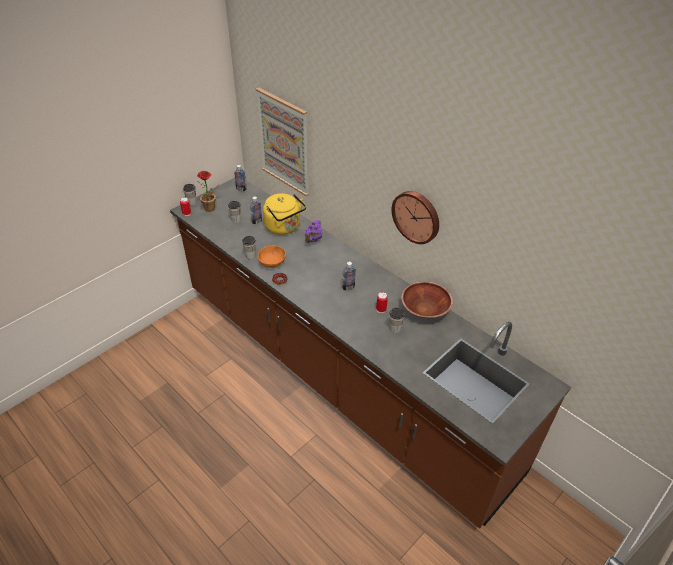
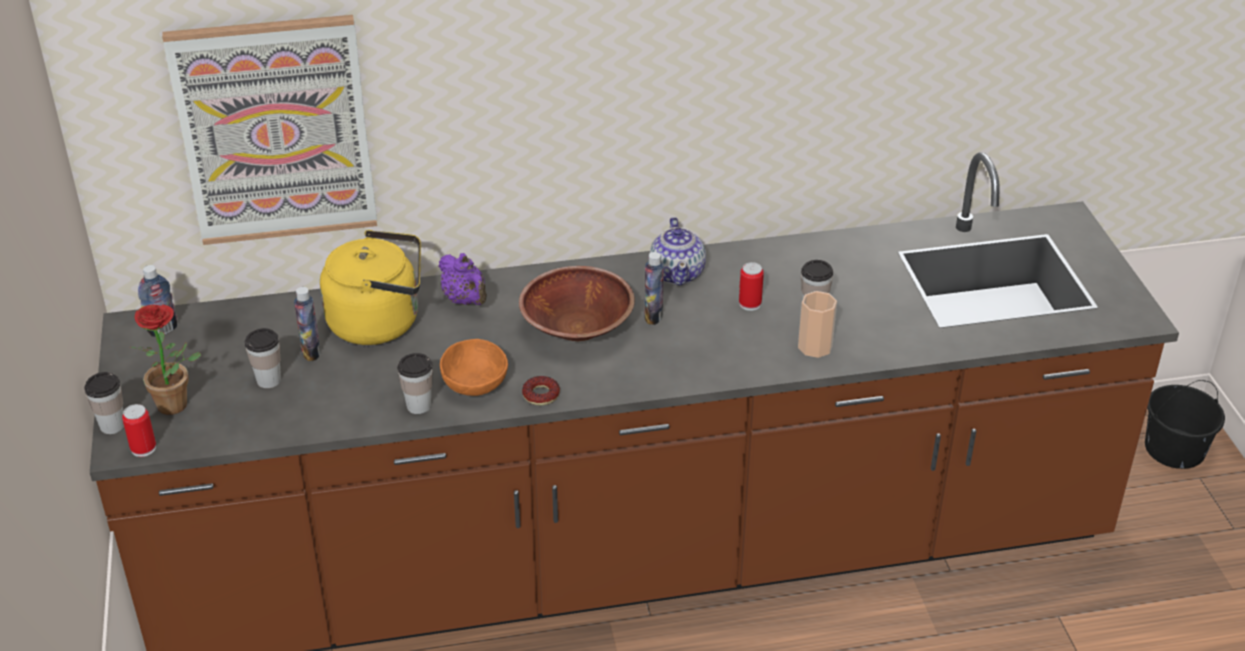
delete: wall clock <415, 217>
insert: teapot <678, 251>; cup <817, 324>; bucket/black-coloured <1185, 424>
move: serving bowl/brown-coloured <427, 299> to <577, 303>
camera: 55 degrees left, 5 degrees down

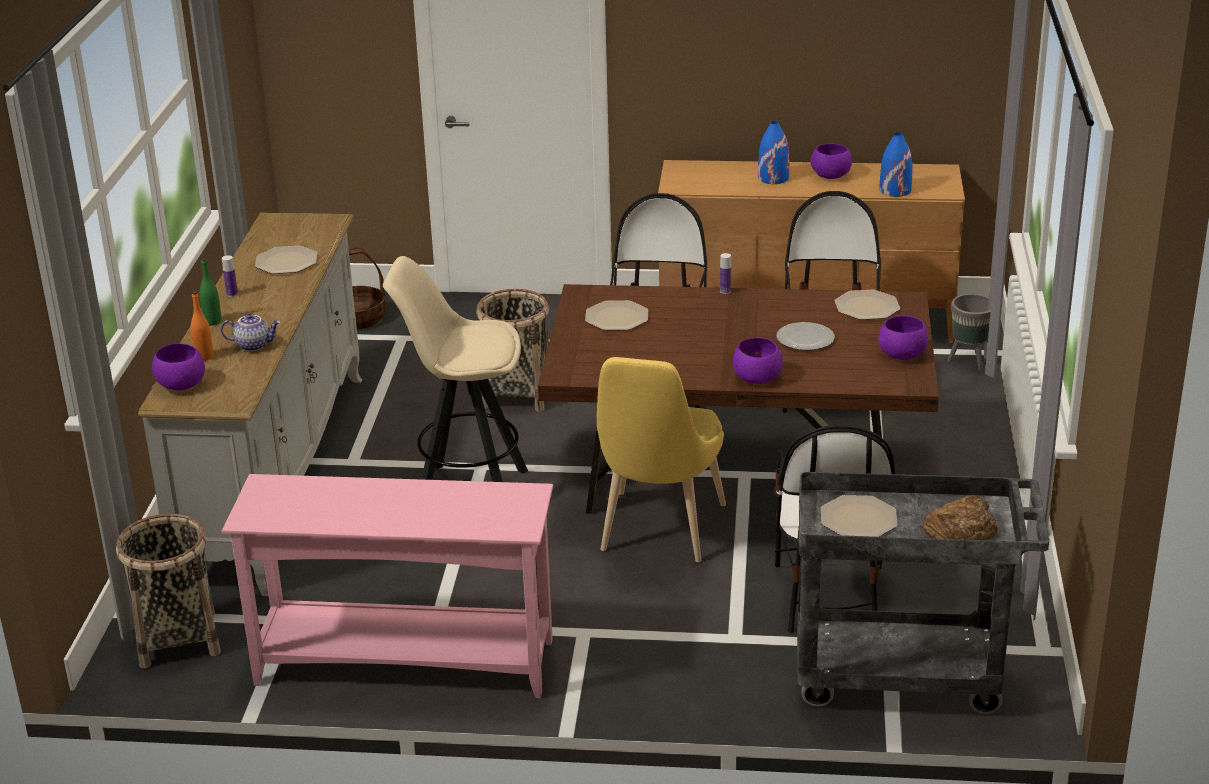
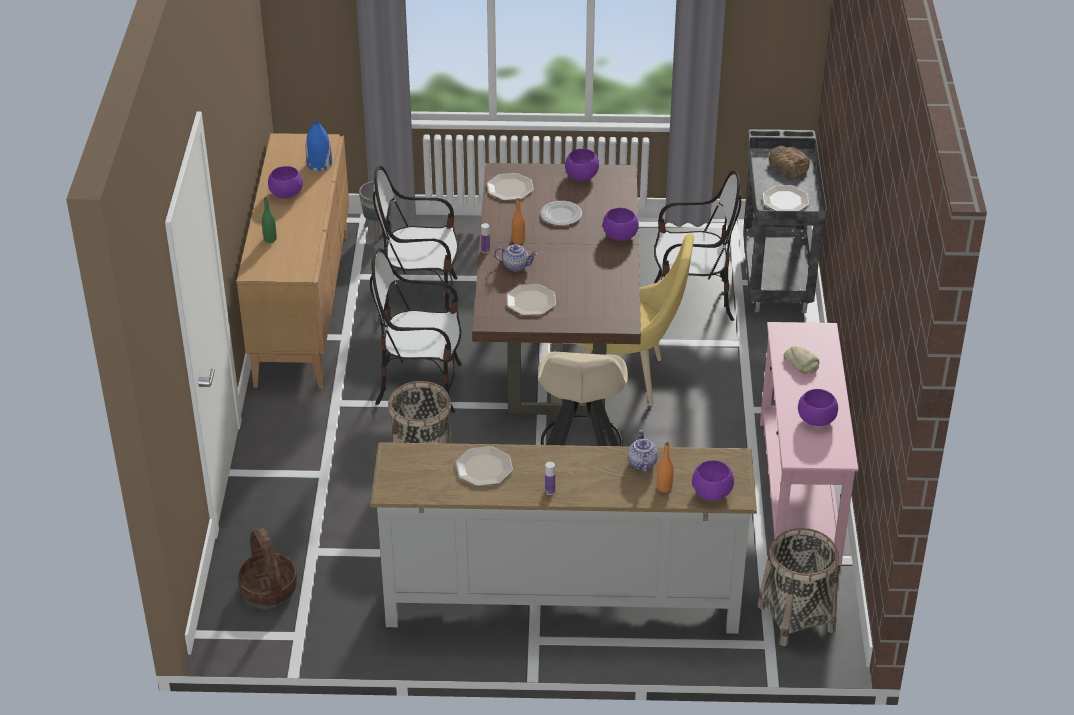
delete: vase/blue <773, 152>
insert: beverage bottle/orange <518, 221>; teapot <516, 258>; baked bread <801, 360>; serving bowl/purple <818, 407>
move: beverage bottle/greenish <210, 291> to <269, 220>
camera: 95 degrees left, 10 degrees up

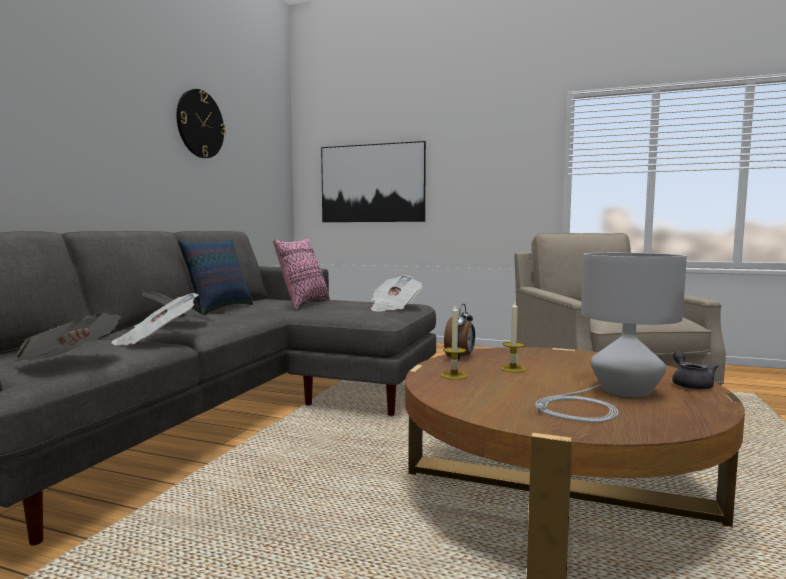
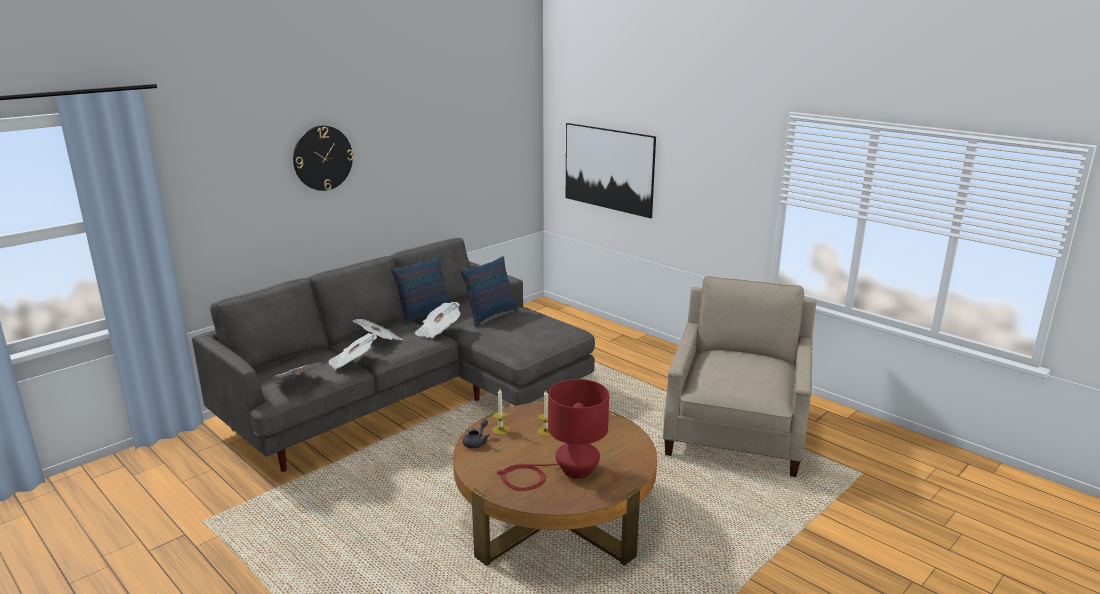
delete: bedside clock <459, 332>
move: wall clock <201, 123> to <323, 158>; daily paper <397, 293> to <437, 320>; teapot/gray <695, 370> to <476, 433>
recolor: throw pillow/pink <301, 275> to throw pillow/blue <489, 291>; table lamp/gray <611, 338> to table lamp/red <553, 435>
camera: 25 degrees right, 15 degrees up

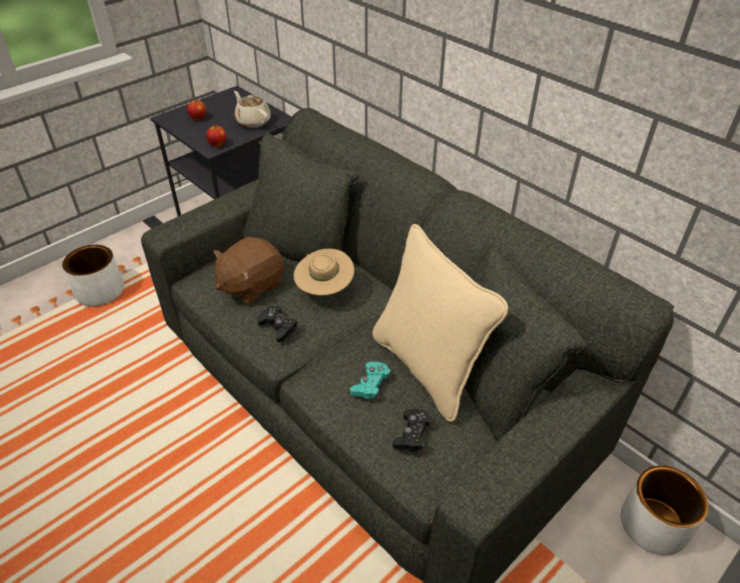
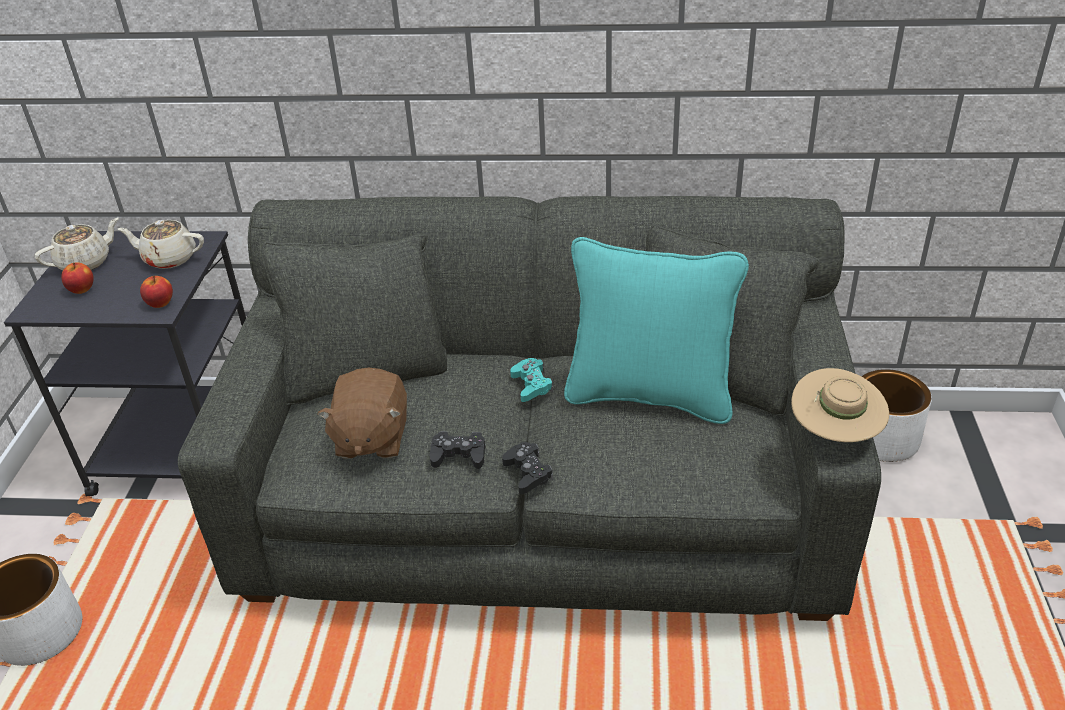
insert: teapot/sand-coloured <77, 244>
move: hat/sand-coloured <323, 272> to <840, 405>; gamepad/blue-green <370, 382> to <531, 380>; gamepad/black-coloured <412, 431> to <527, 468>
recolor: throw pillow/sand-coloured <440, 323> to throw pillow/blue-green <656, 330>
camera: 40 degrees left, 5 degrees down

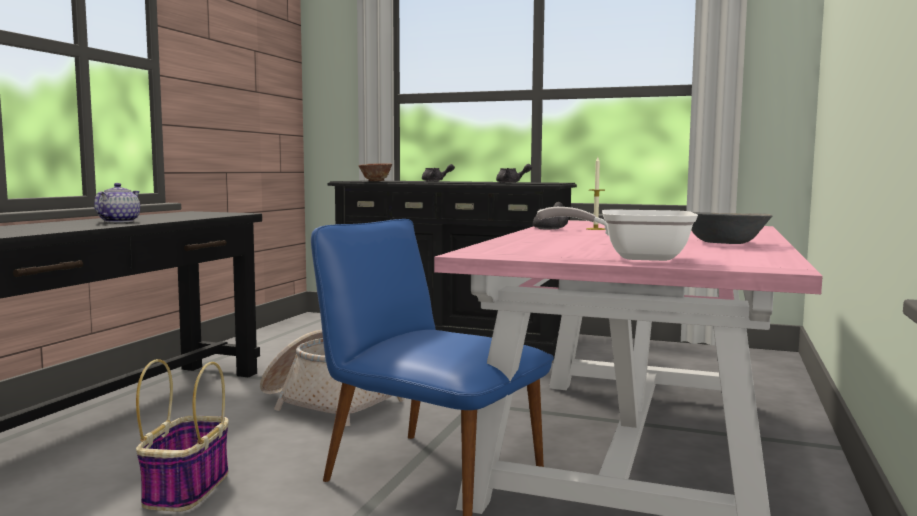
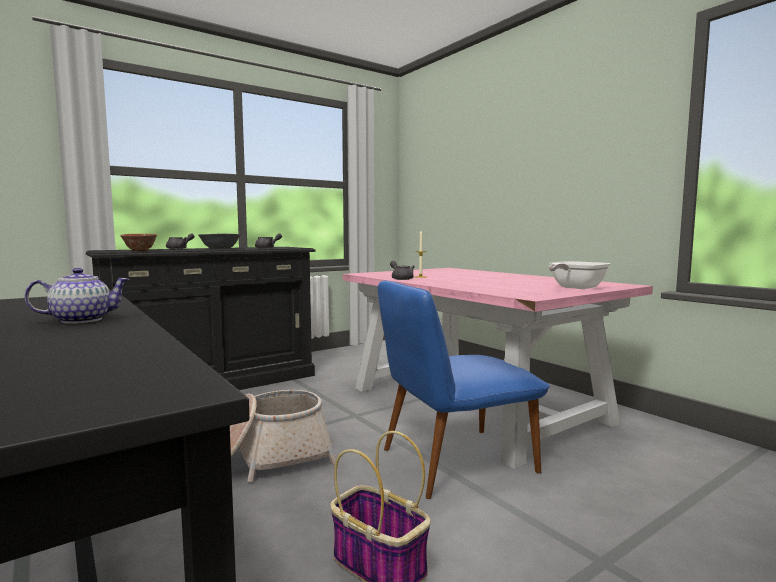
move: serving bowl/gray <731, 228> to <219, 241>
rotate: teapot <117, 203> = <77, 296> 105 degrees clockwise
camera: 55 degrees left, 0 degrees up

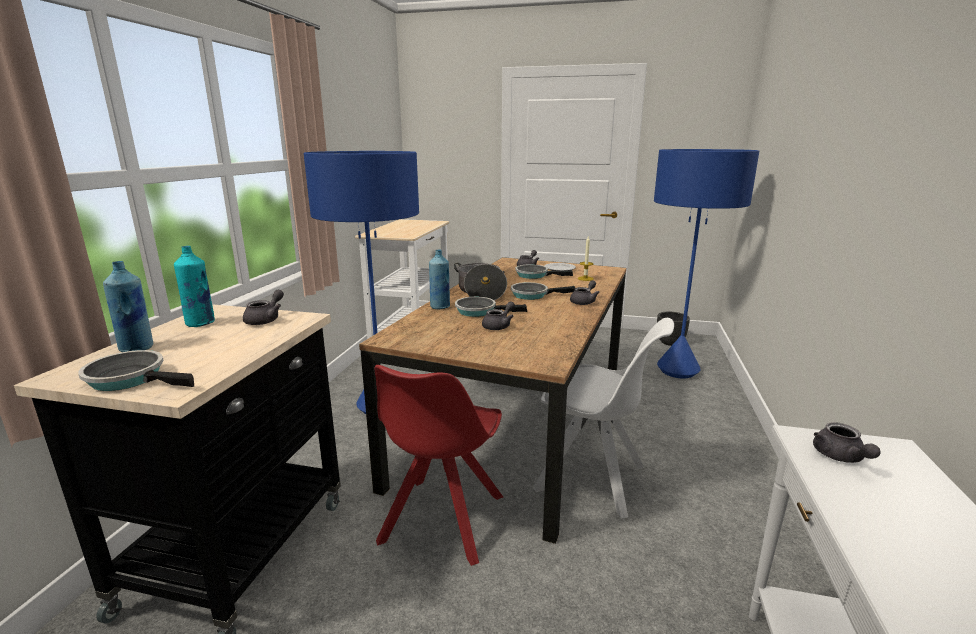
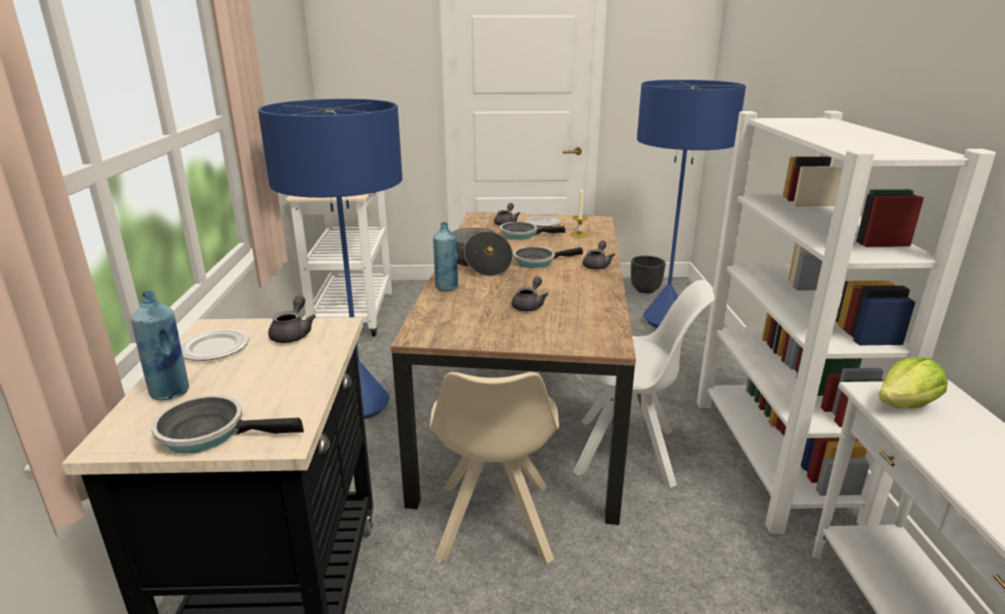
delete: skillet <491, 307>
insert: shelving unit/whitish <846, 322>
replace: beverage bottle/blue-green <194, 286> to flat dish <215, 345>; teapot/gray <847, 442> to lettuce <912, 383>
recolor: upright chair/red <439, 465> to upright chair/sand-coloured <494, 468>
camera: 15 degrees left, 5 degrees up

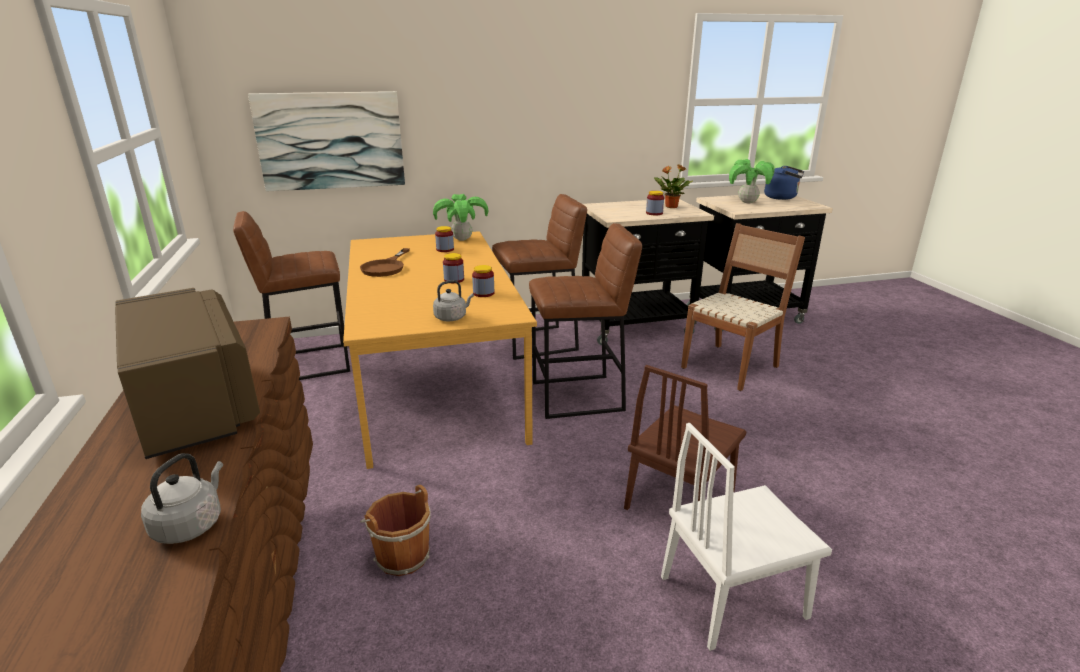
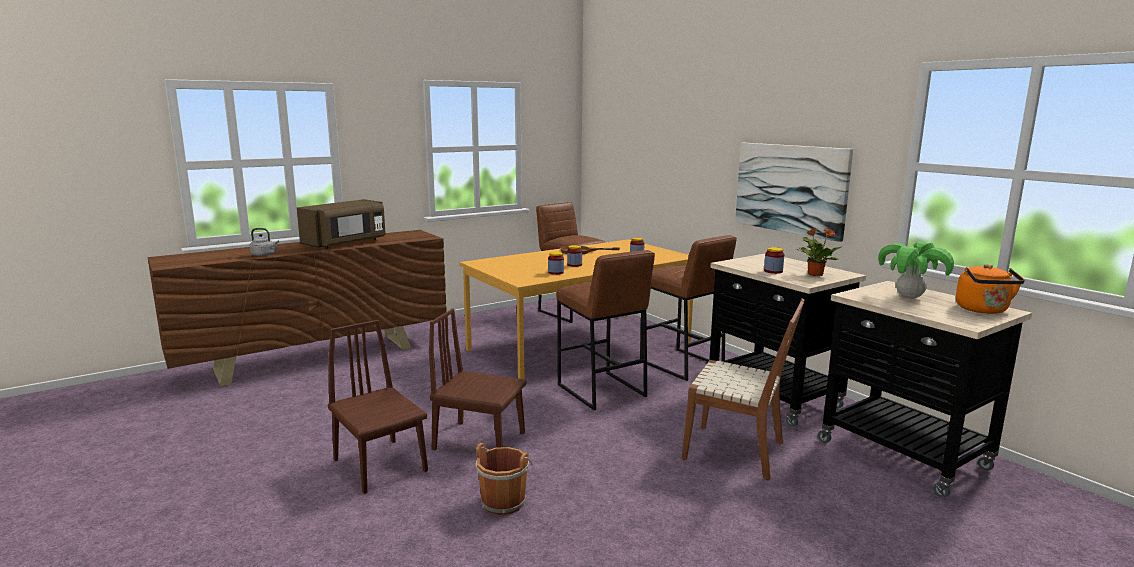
delete: potted plant <461, 217>; kettle/gray <453, 300>
move: wall picture <326, 141> to <794, 192>; bucket/brown-coloured <395, 530> to <504, 479>
recolor: kettle/blue <784, 183> to kettle/orange <990, 289>; upright chair/whitish <746, 537> to upright chair/brown-coloured <378, 407>
camera: 70 degrees right, 10 degrees down

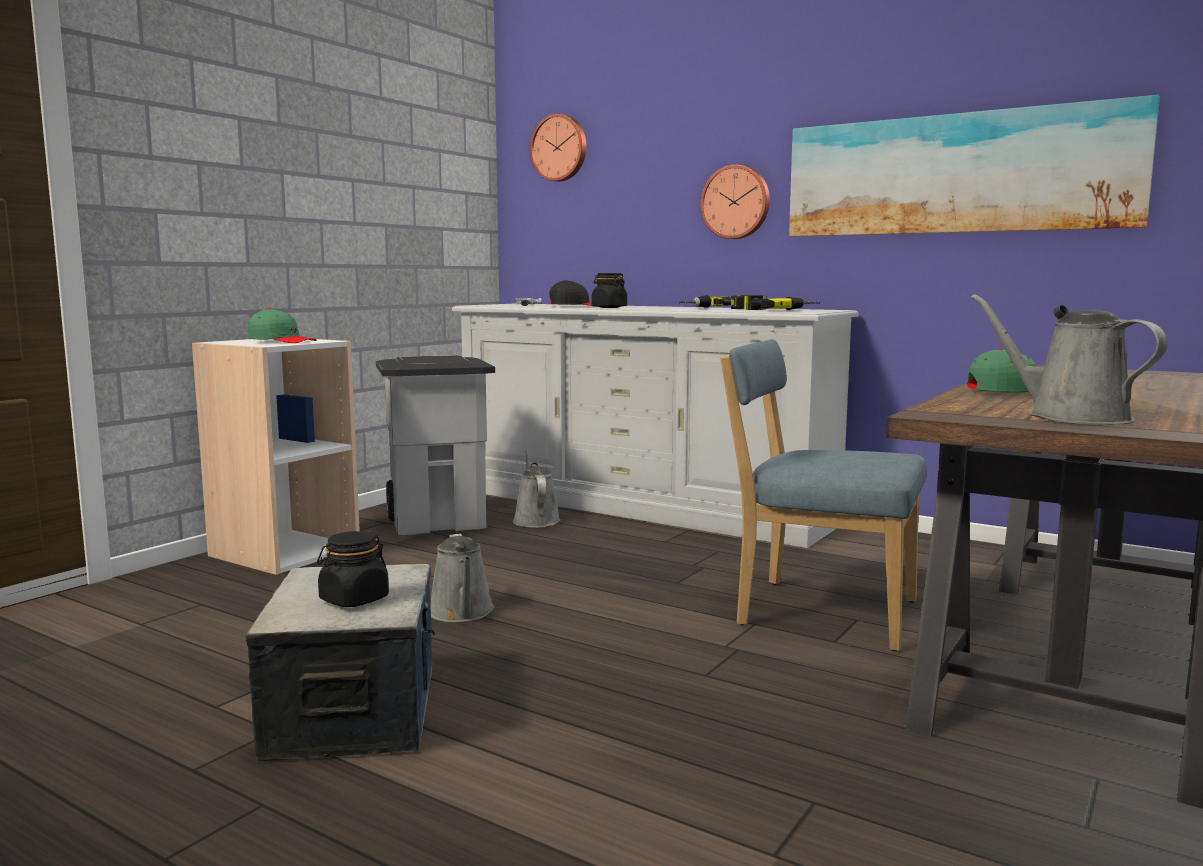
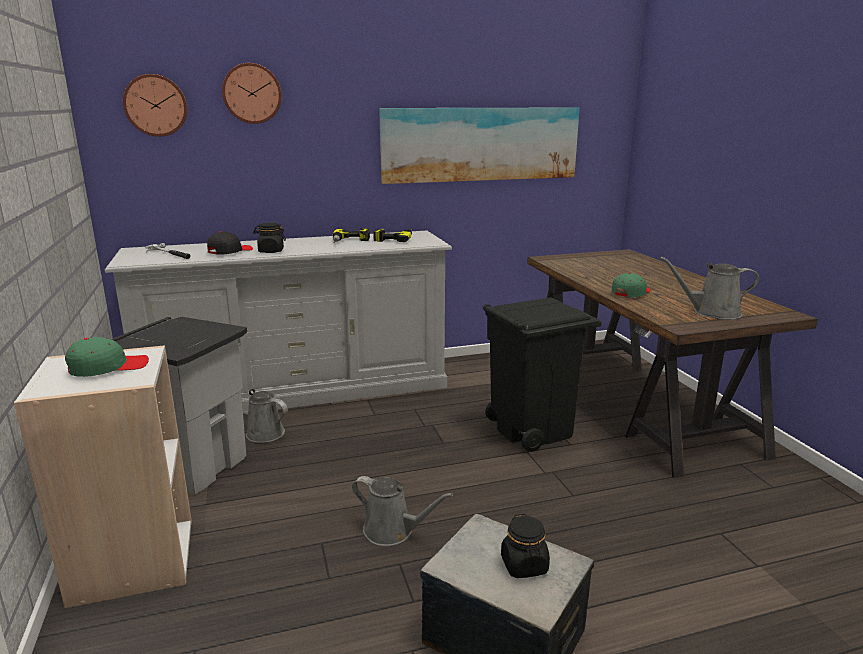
move: wall clock <735, 202> to <252, 93>
replace: upright chair/blue <823, 495> to rubbish bin/black-coloured <542, 375>
camera: 50 degrees left, 10 degrees up

